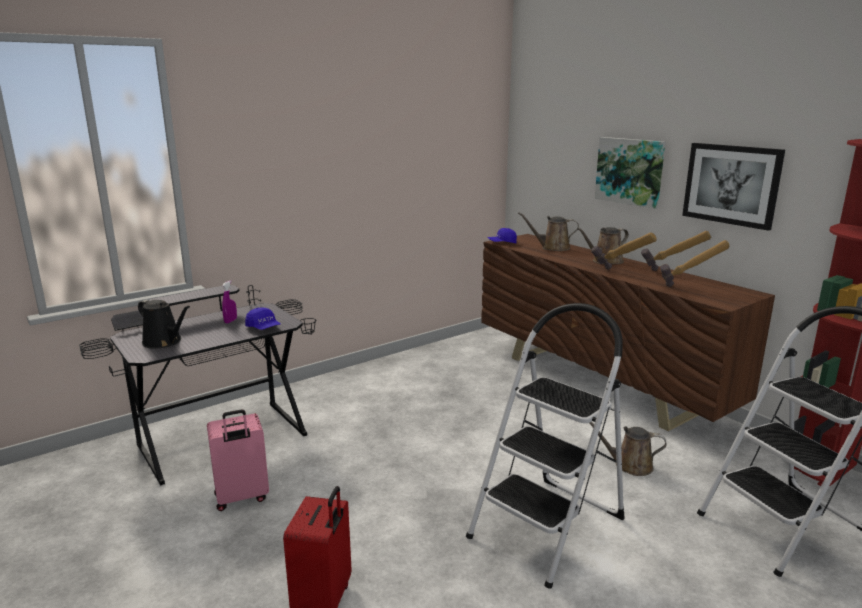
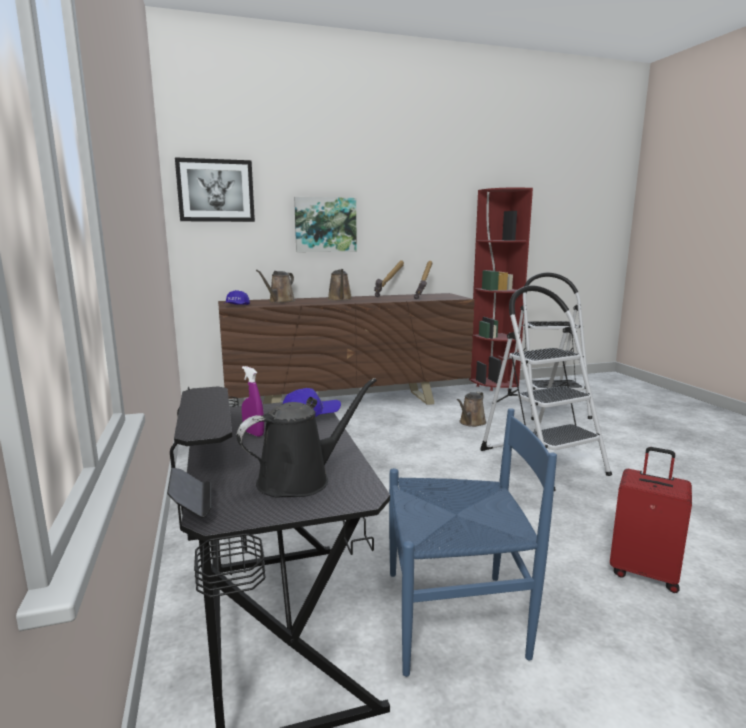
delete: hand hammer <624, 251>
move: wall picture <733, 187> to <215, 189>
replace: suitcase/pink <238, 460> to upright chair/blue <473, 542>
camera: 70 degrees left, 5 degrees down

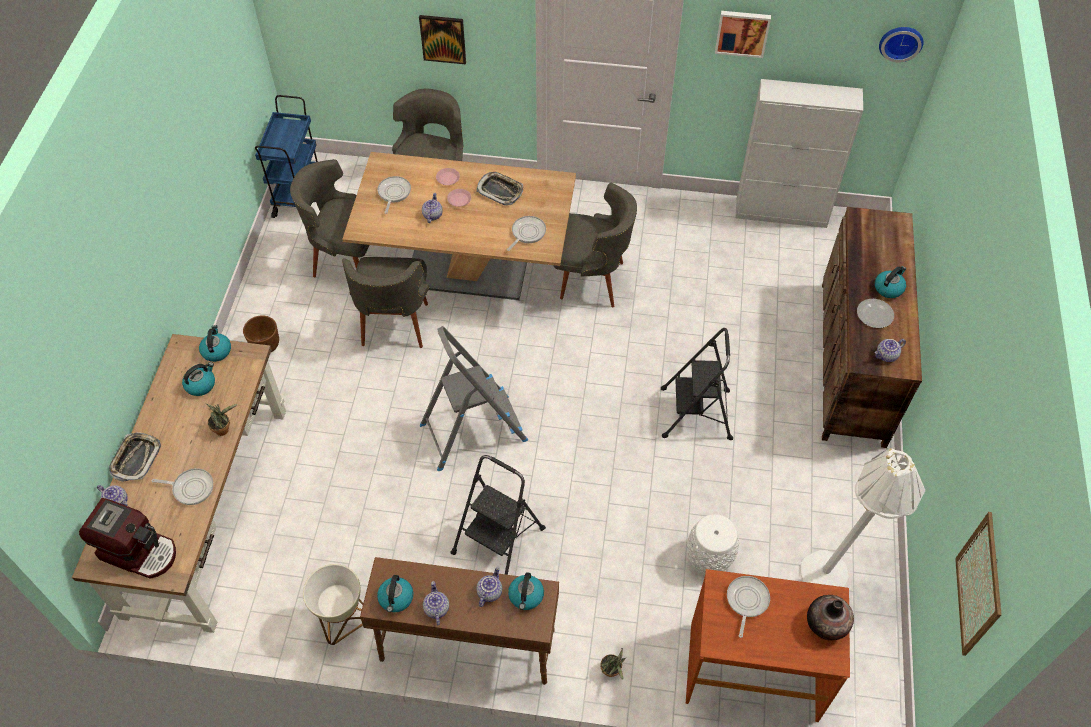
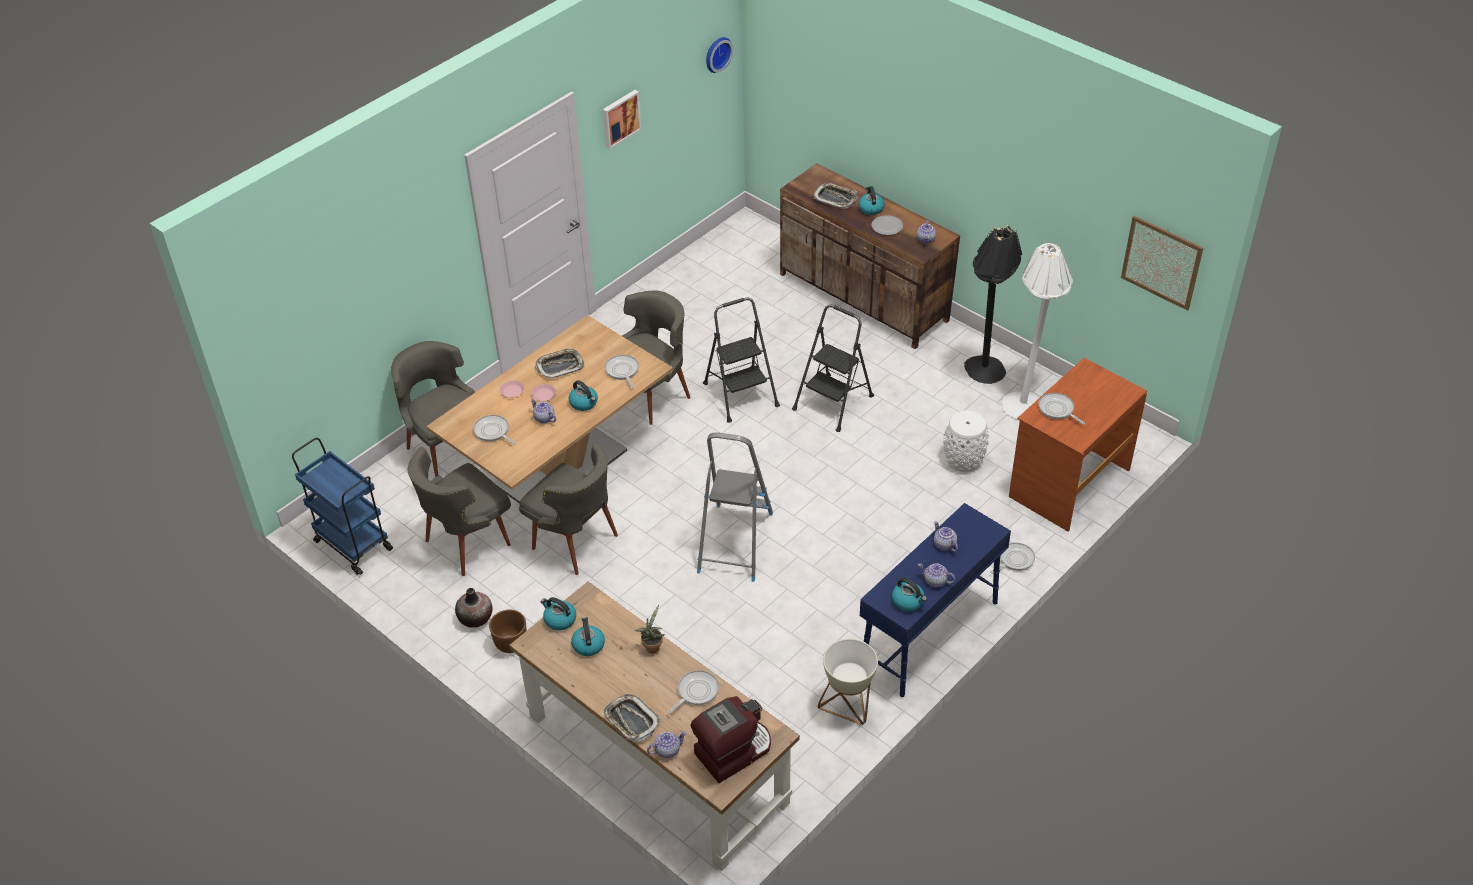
delete: wall picture <442, 40>; cabinet/whitish <799, 153>
insert: carrying tray <835, 196>; standard lamp/black-coloured <993, 304>
move: step ladder/black-coloured <498, 515> to <741, 360>; kettle <526, 591> to <583, 395>; vase <830, 618> to <473, 608>
replace: potted plant <613, 663> to skillet <1012, 558>
recolor: console table/brown-coloured <459, 621> to console table/blue <935, 600>
camera: 55 degrees left, 10 degrees down

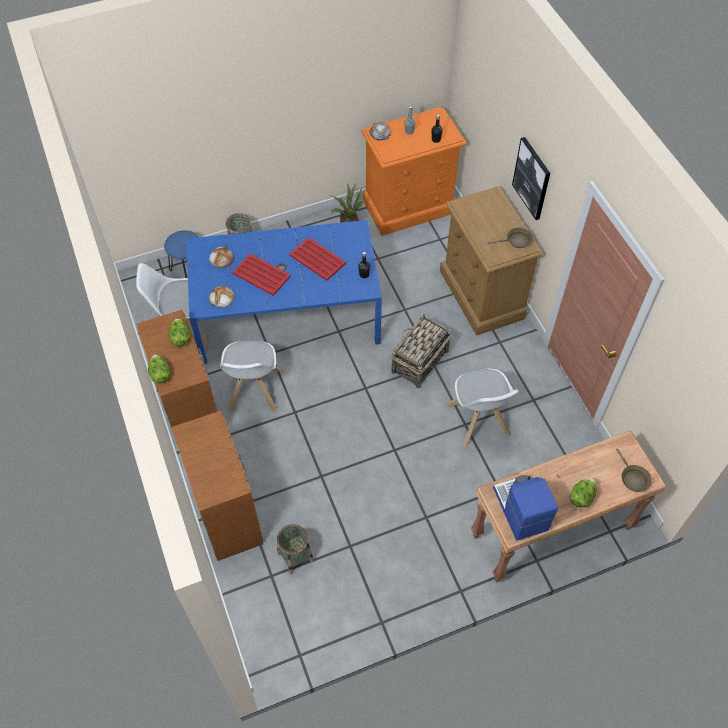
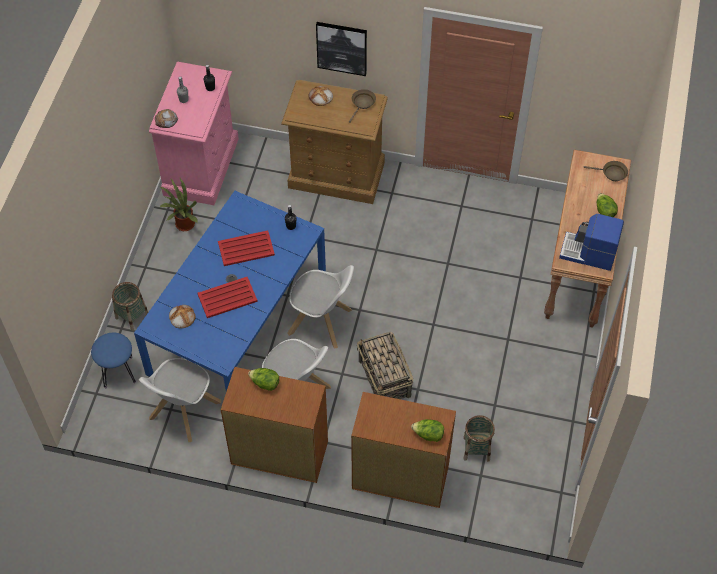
move: baked bread <221, 297> to <321, 96>; household basket <421, 351> to <385, 365>; lettuce <159, 369> to <427, 430>; upright chair <482, 408> to <320, 307>
recolor: dresser/orange <414, 171> to dresser/pink <194, 133>
camera: 55 degrees left, 0 degrees up

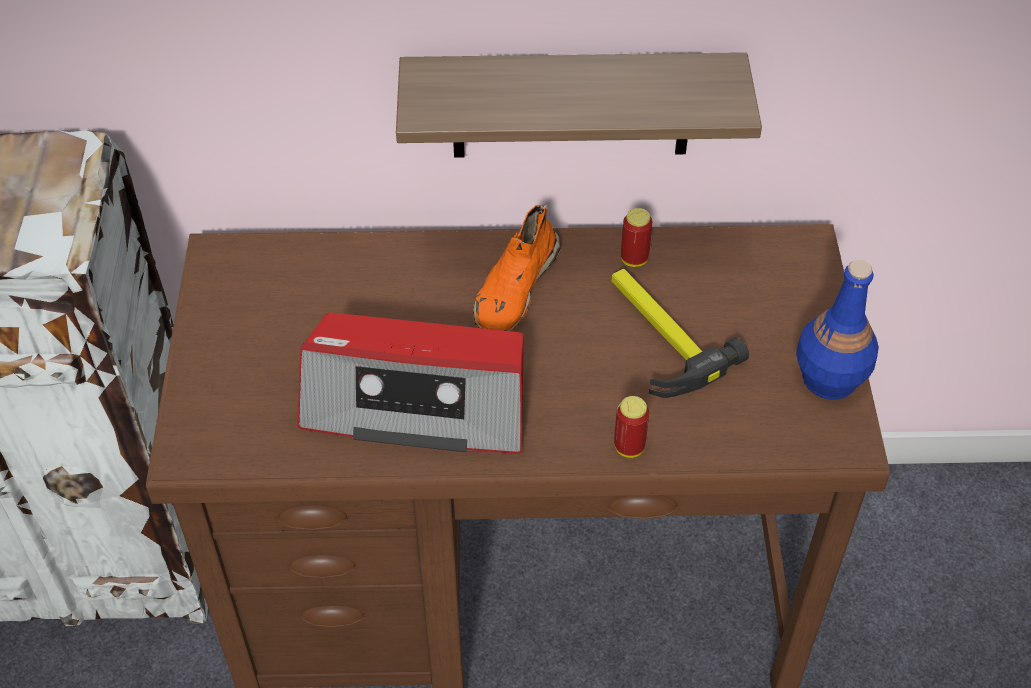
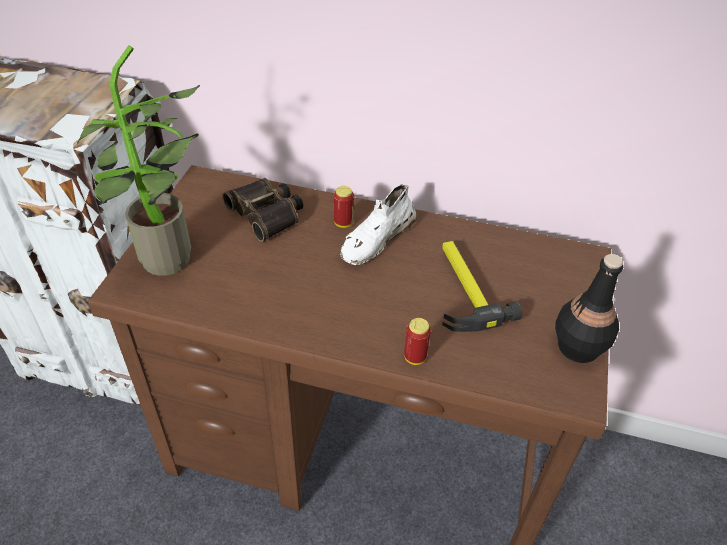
delete: shelf <579, 105>; radio <411, 383>
insert: potted plant <138, 160>; pair of binoculars <262, 210>
move: sealed can <637, 237> to <344, 207>
recolor: low shoe/orange <517, 268> to low shoe/whitish <378, 224>; beverage bottle/blue <837, 330> to beverage bottle/black-coloured <589, 308>
camera: 15 degrees right, 5 degrees down

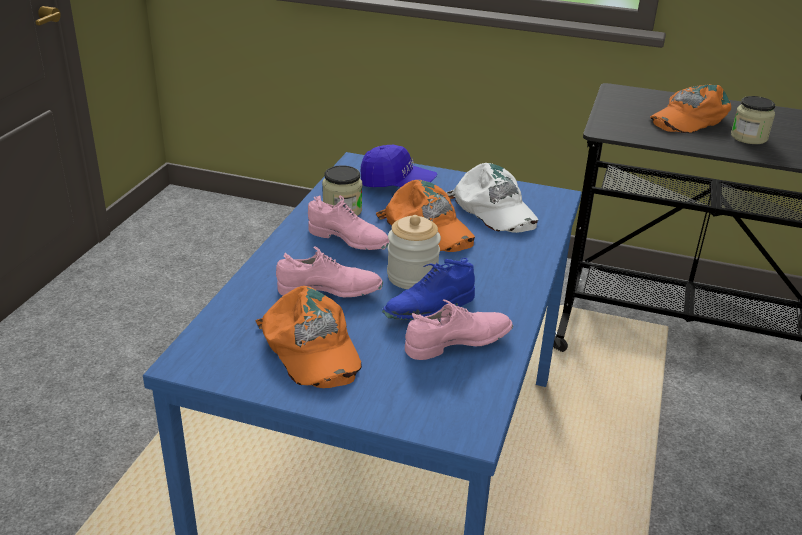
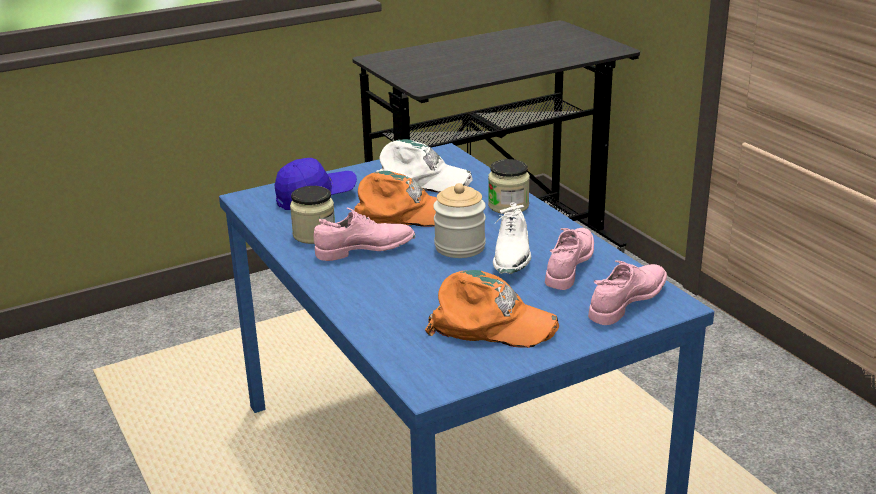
delete: baseball cap/orange <690, 108>
move: storage jar <753, 120> to <509, 186>; low shoe/pink <329, 271> to <627, 293>
recolor: low shoe/blue <428, 289> to low shoe/whitish <512, 238>
camera: 45 degrees left, 5 degrees down

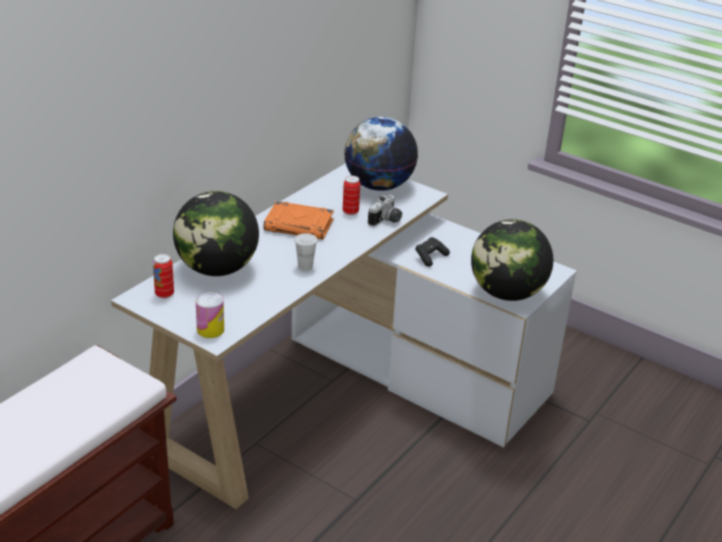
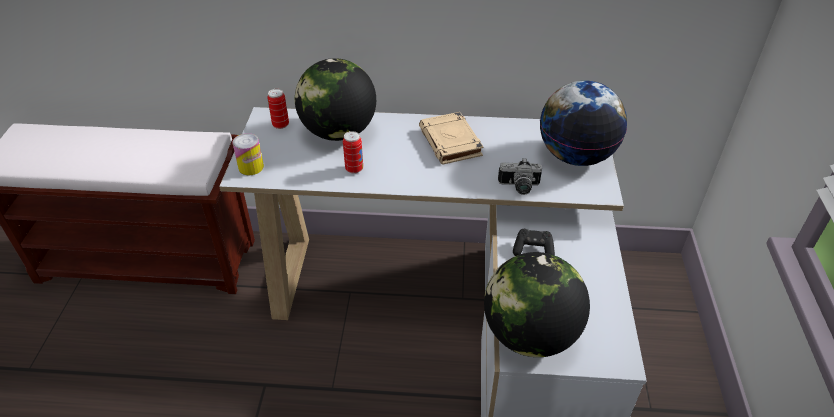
delete: cup/whitish <306, 252>
move: sealed can <351, 195> to <353, 152>
recolor: book/orange <298, 220> to book/sand-coloured <451, 138>
camera: 60 degrees right, 10 degrees up

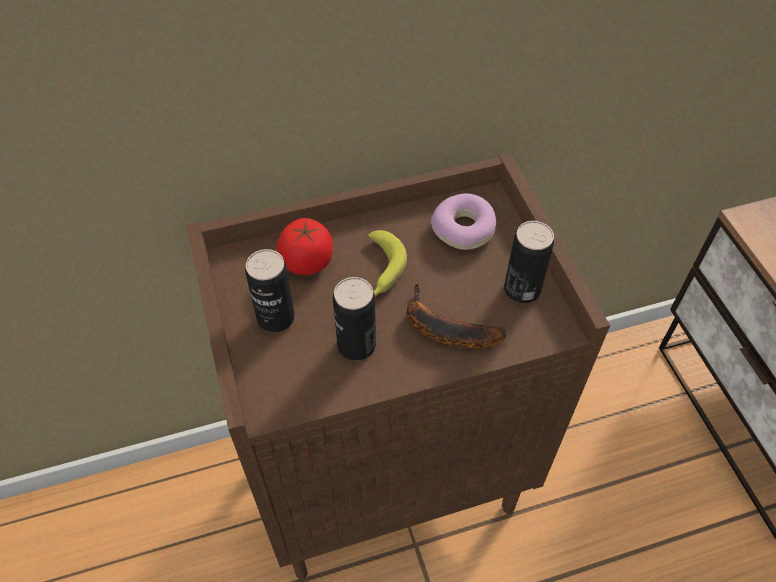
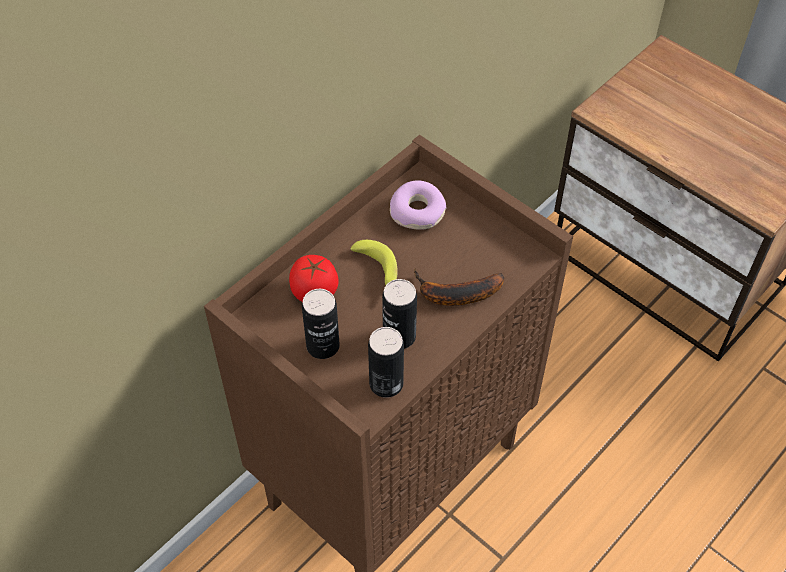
move: sealed can <529, 262> to <386, 362>
camera: 30 degrees left, 0 degrees up

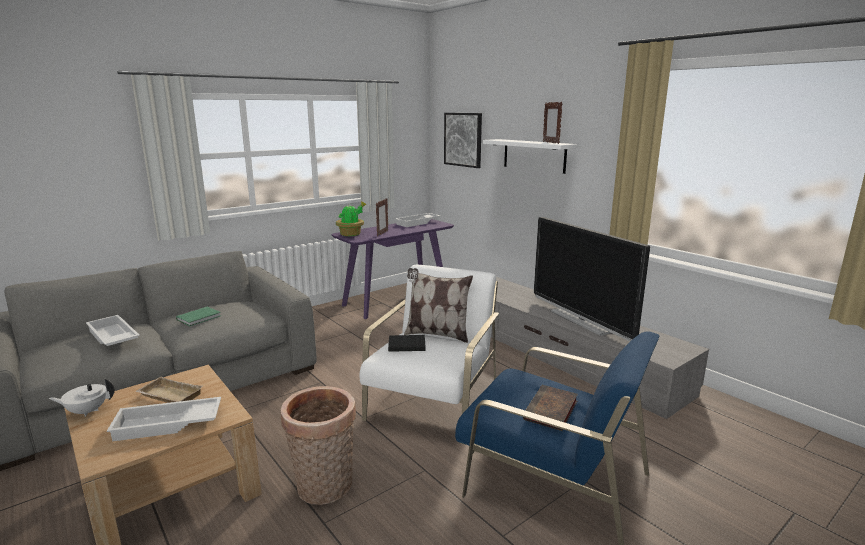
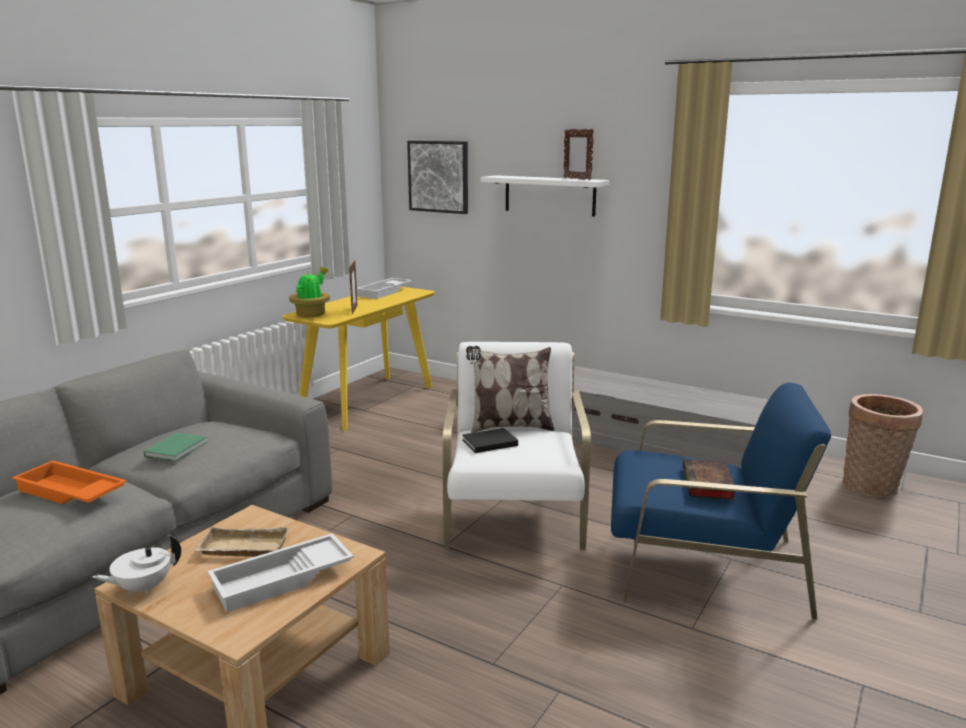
delete: television <592, 279>
move: household basket <318, 445> to <883, 445>
recolor: console table/purple <393, 269> to console table/yellow-coloured <358, 358>; carrying tray/whitish <113, 330> to carrying tray/orange <69, 482>
camera: 20 degrees left, 0 degrees up

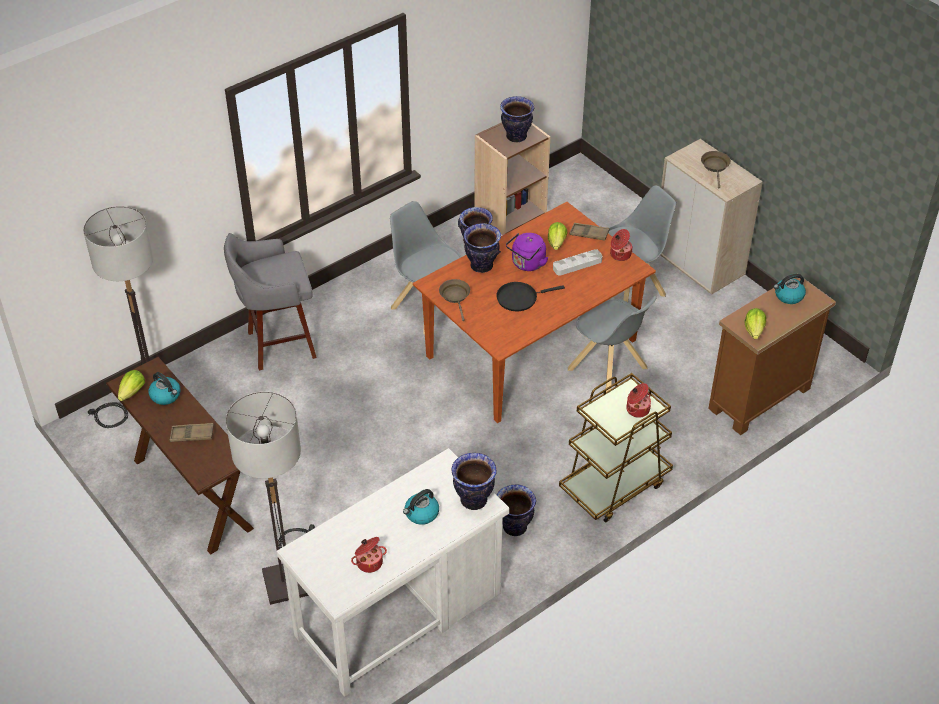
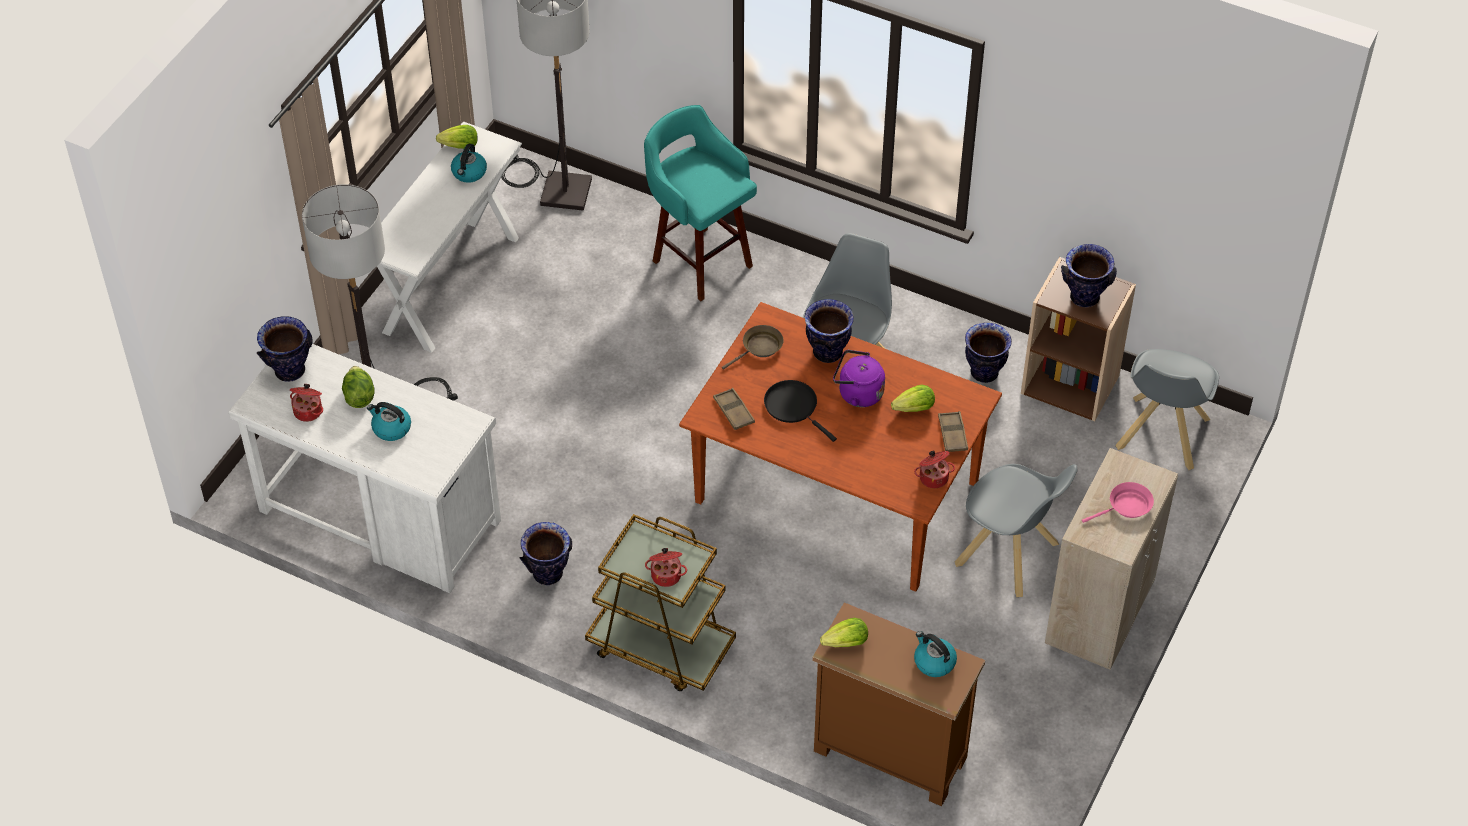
delete: carrying tray/gray <577, 262>
insert: lettuce <358, 387>
move: upright chair/gray <612, 344> to <1167, 409>; carrying tray/brown-coloured <192, 432> to <734, 409>; vase <474, 481> to <285, 349>
recolor: skillet/brown-coloured <716, 169> to skillet/pink <1118, 502>; stool/gray <270, 302> to stool/blue-green <700, 203>; console table/brown-coloured <180, 456> to console table/whitish <449, 237>
camera: 65 degrees right, 5 degrees up

